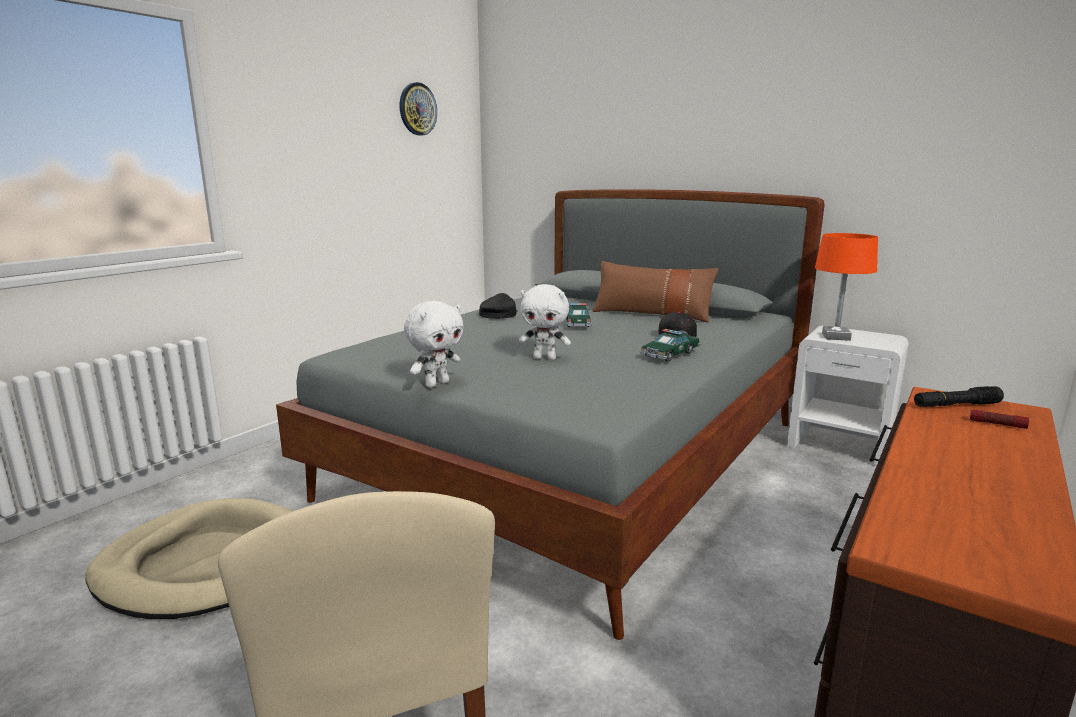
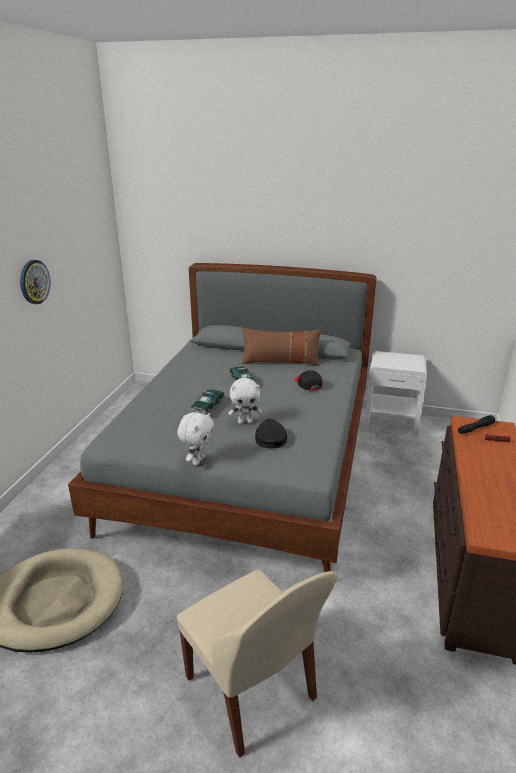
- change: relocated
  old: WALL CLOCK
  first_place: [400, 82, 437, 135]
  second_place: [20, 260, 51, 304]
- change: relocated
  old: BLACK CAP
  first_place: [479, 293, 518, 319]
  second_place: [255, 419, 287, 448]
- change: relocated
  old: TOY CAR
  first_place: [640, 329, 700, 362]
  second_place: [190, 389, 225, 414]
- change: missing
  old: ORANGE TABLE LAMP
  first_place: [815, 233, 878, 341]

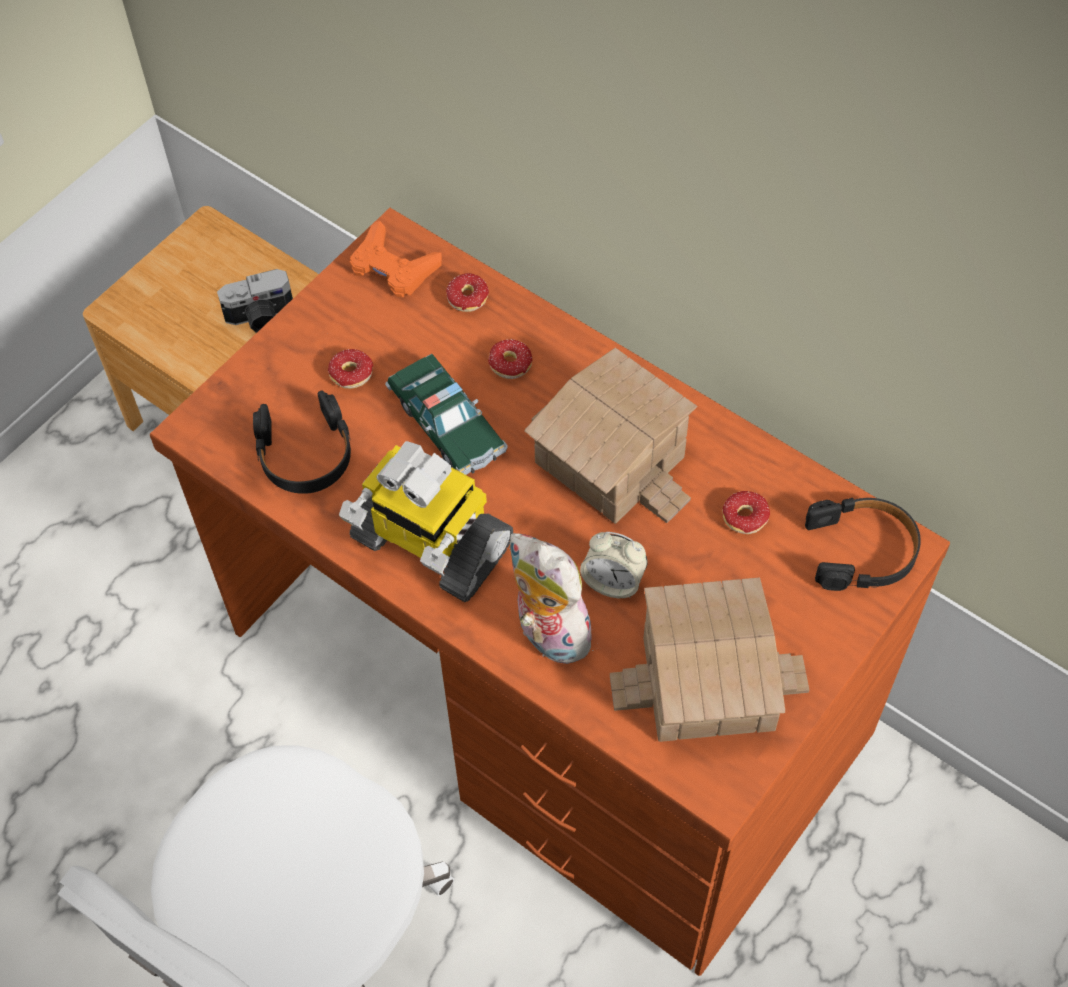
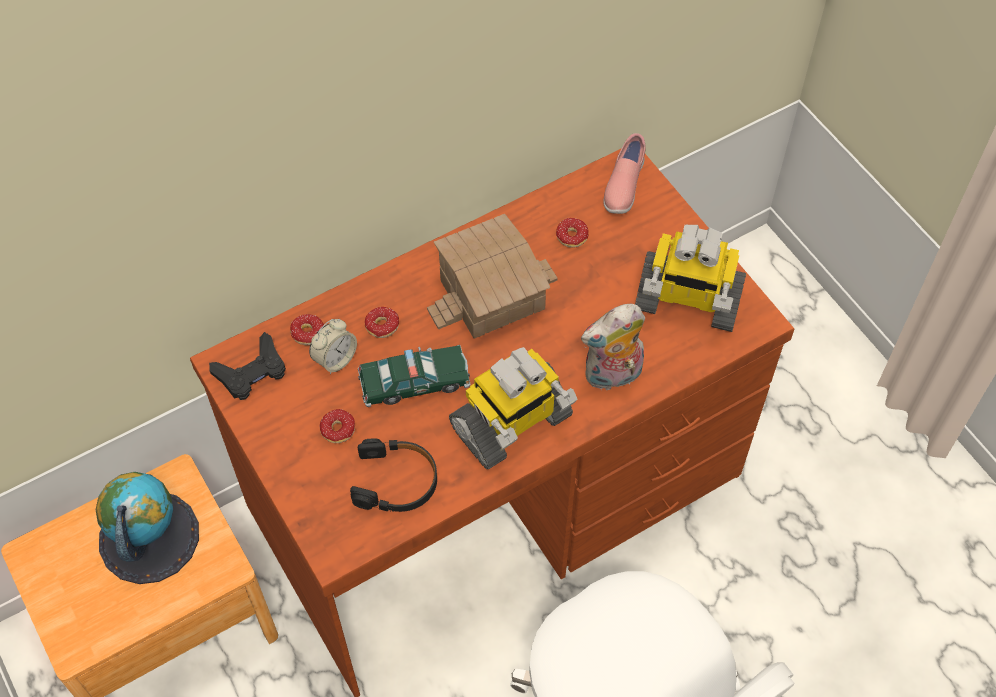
- change: exchanged
  old: PHOTO CAMERA
  new: GLOBE
  first_place: [217, 269, 293, 333]
  second_place: [96, 472, 199, 584]
- change: colour
  old: ORANGE GAME CONTROLLER
  new: BLACK GAME CONTROLLER
  first_place: [350, 221, 442, 298]
  second_place: [209, 332, 286, 400]
- change: relocated
  old: ALARM CLOCK
  first_place: [580, 532, 648, 598]
  second_place: [309, 319, 357, 374]
- change: exchanged
  old: TOY HOUSE
  new: TOY ROBOT
  first_place: [610, 578, 809, 742]
  second_place: [635, 225, 746, 332]
- change: exchanged
  old: BLACK HEADPHONES
  new: PINK SHOE
  first_place: [805, 498, 921, 591]
  second_place: [603, 133, 646, 214]

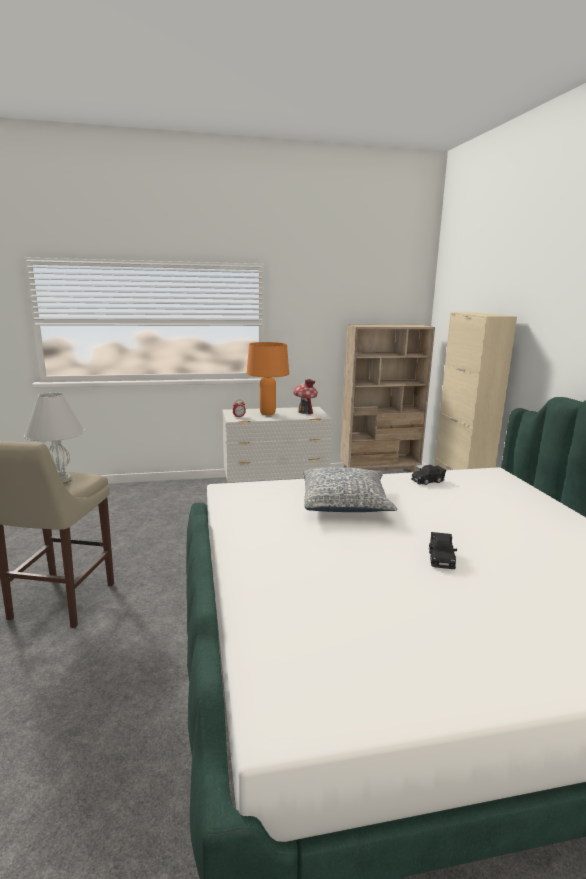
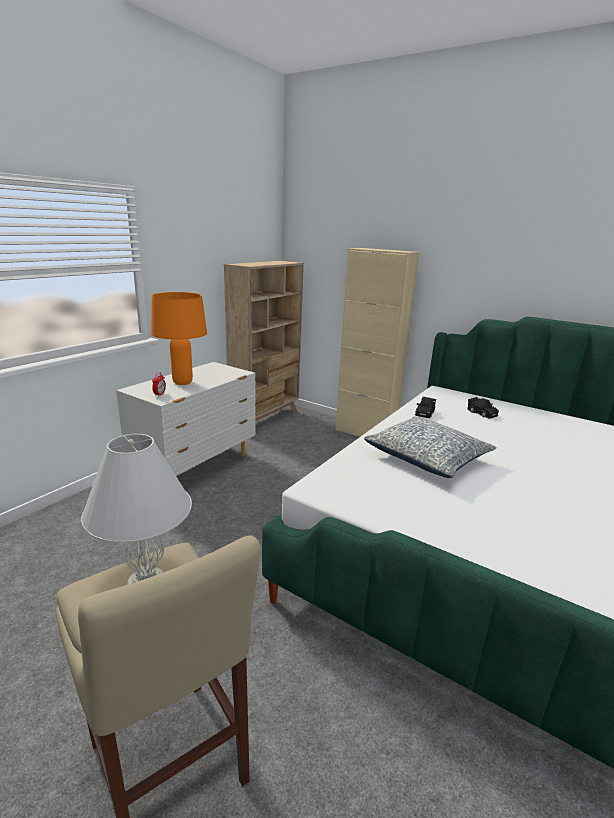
- change: missing
  old: TOY HOUSE
  first_place: [293, 379, 318, 414]
- change: relocated
  old: BLACK TOY CAR
  first_place: [429, 532, 457, 569]
  second_place: [467, 397, 499, 419]

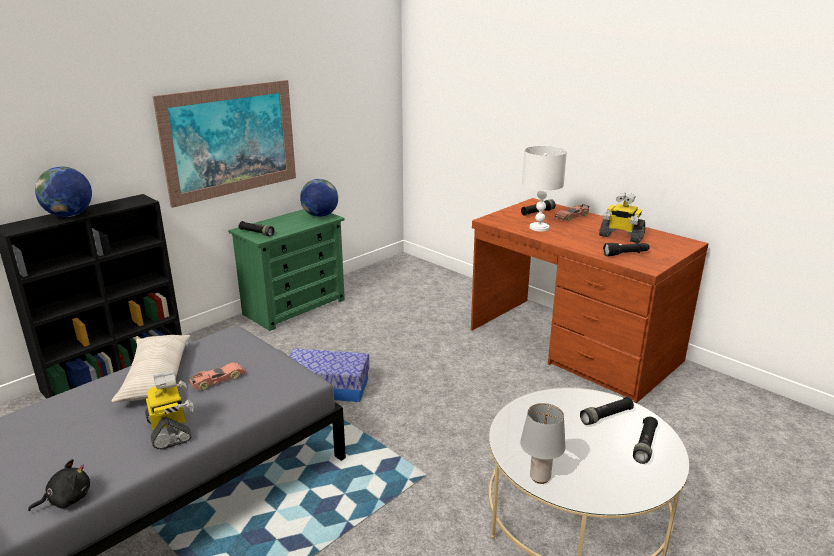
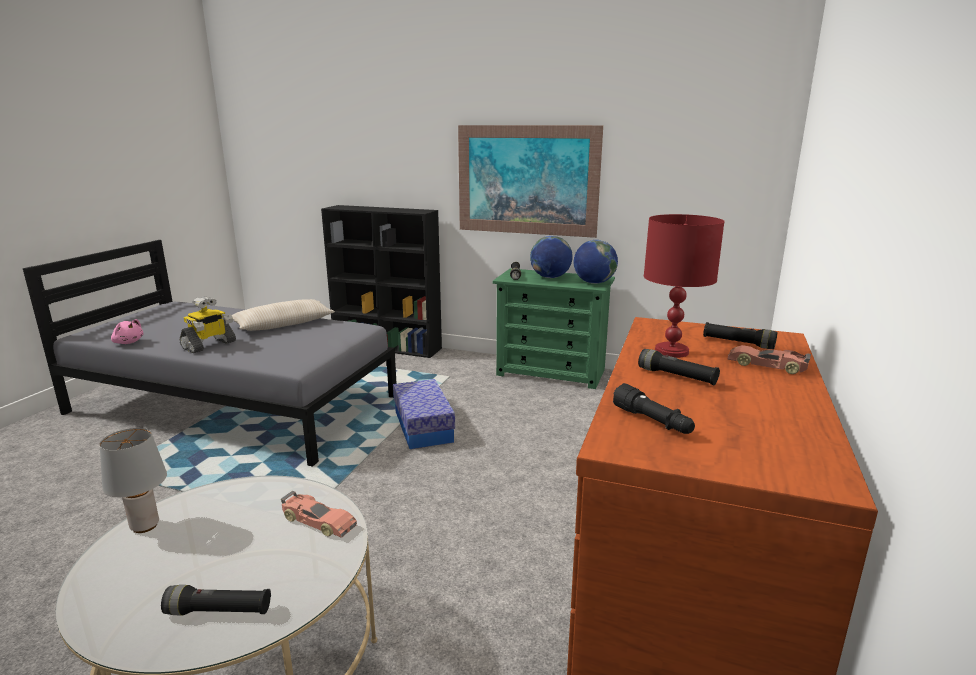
- change: colour
  old: BLACK PLUSH TOY
  new: PINK PLUSH TOY
  first_place: [28, 459, 90, 511]
  second_place: [111, 319, 143, 344]
- change: relocated
  old: GLOBE
  first_place: [35, 167, 92, 217]
  second_place: [530, 236, 573, 278]
- change: relocated
  old: TOY CAR
  first_place: [188, 363, 246, 390]
  second_place: [281, 491, 357, 538]
- change: colour
  old: WHITE TABLE LAMP
  new: RED TABLE LAMP
  first_place: [522, 146, 567, 231]
  second_place: [644, 214, 725, 358]
- change: relocated
  old: BLACK FLASHLIGHT
  first_place: [580, 397, 634, 425]
  second_place: [638, 349, 720, 385]
- change: missing
  old: TOY ROBOT
  first_place: [599, 193, 645, 243]

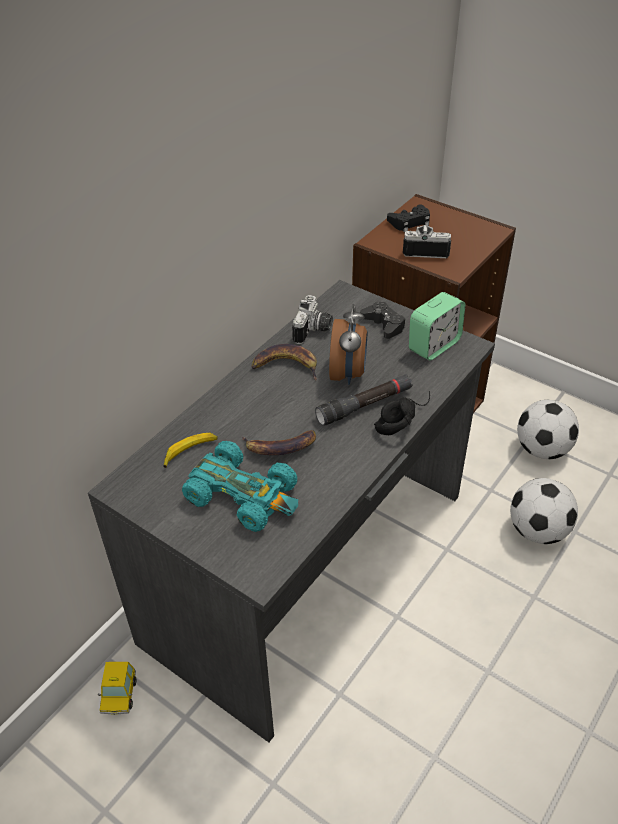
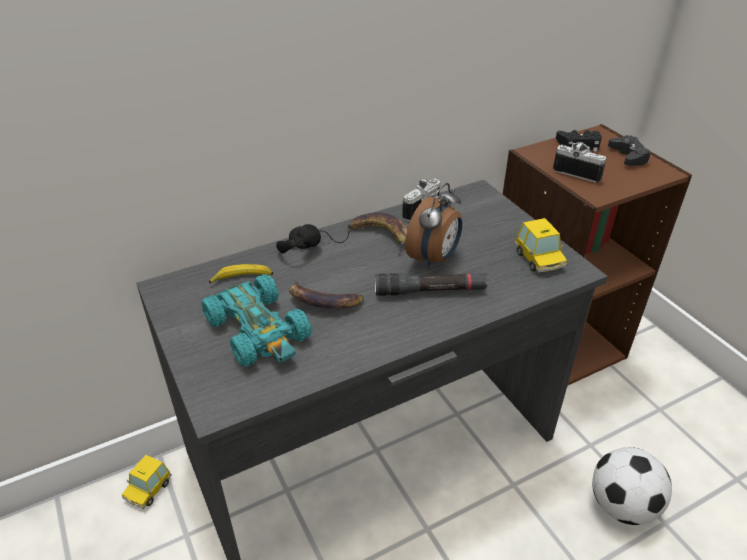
- change: relocated
  old: BLACK GAME CONTROLLER
  first_place: [360, 302, 405, 339]
  second_place: [608, 135, 651, 166]
- change: relocated
  old: BLACK HEADPHONES
  first_place: [374, 391, 430, 435]
  second_place: [276, 224, 349, 254]
- change: exchanged
  old: ALARM CLOCK
  new: TOY CAR
  first_place: [409, 292, 465, 361]
  second_place: [515, 218, 567, 273]
- change: missing
  old: FOOTBALL
  first_place: [517, 400, 579, 459]

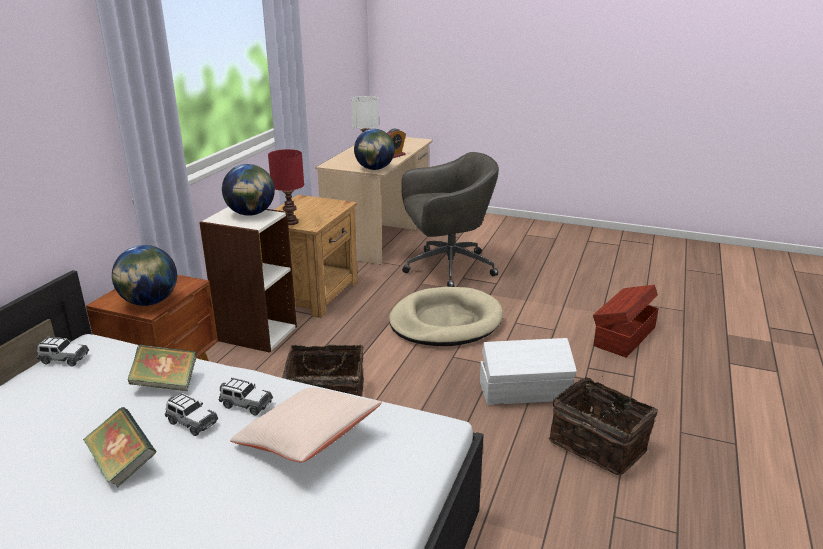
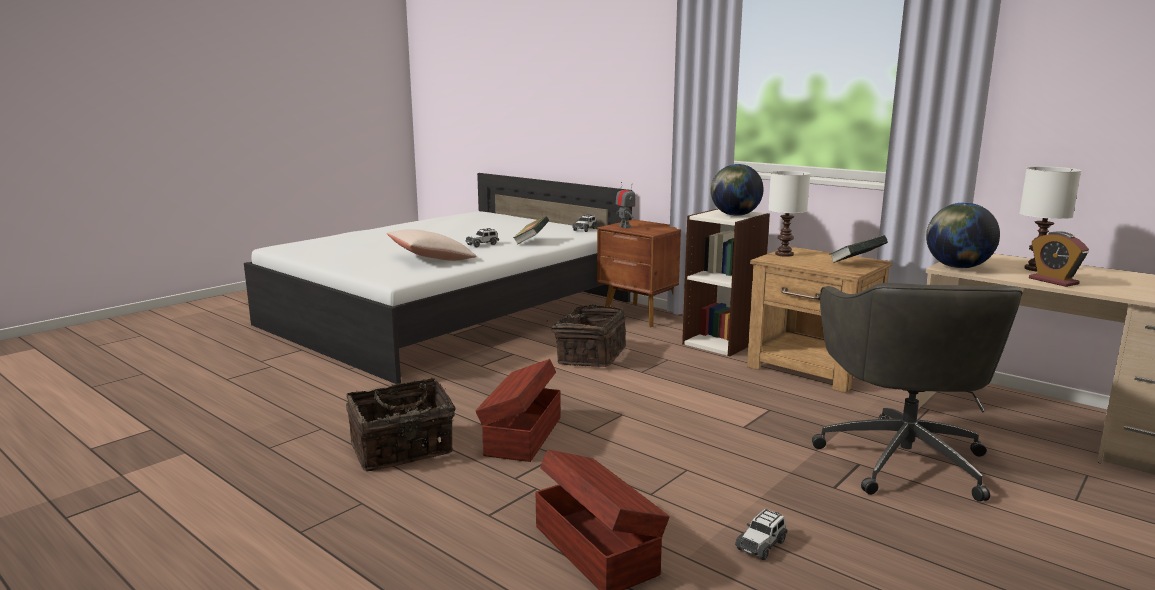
- change: relocated
  old: BOOK
  first_place: [83, 407, 157, 487]
  second_place: [829, 235, 888, 263]
- change: exchanged
  old: GLOBE
  new: TOY ROBOT
  first_place: [112, 245, 177, 306]
  second_place: [616, 182, 635, 228]
- change: relocated
  old: TOY CAR
  first_place: [218, 378, 273, 416]
  second_place: [735, 509, 788, 560]
- change: colour
  old: RED TABLE LAMP
  new: WHITE TABLE LAMP
  first_place: [268, 149, 304, 225]
  second_place: [768, 171, 810, 257]
- change: missing
  old: BEIGE DOG BED
  first_place: [389, 287, 503, 346]
- change: colour
  old: WHITE STORAGE BOX
  new: BROWN STORAGE BOX
  first_place: [480, 338, 577, 405]
  second_place: [475, 359, 561, 462]

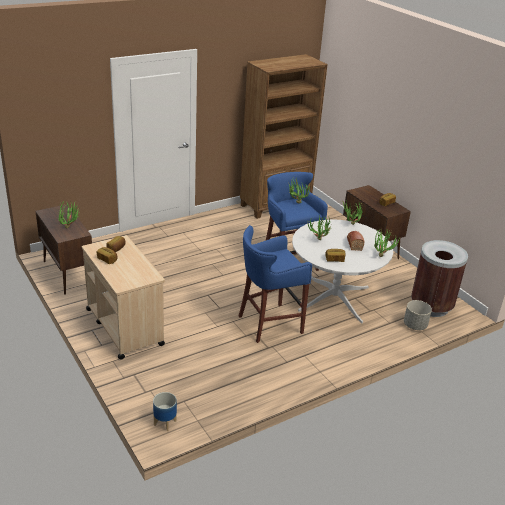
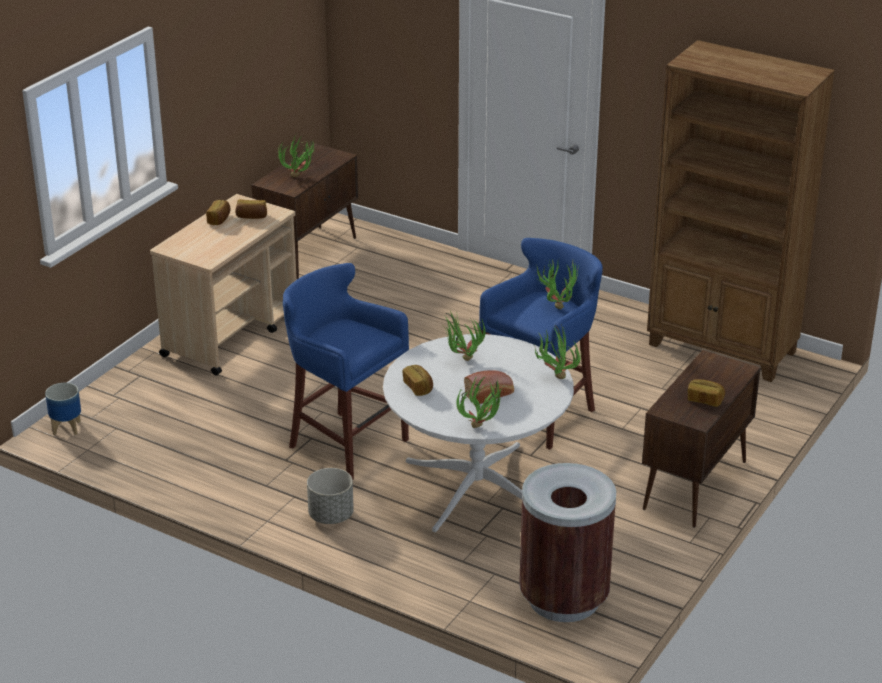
- change: relocated
  old: GREY PLANTER
  first_place: [404, 300, 432, 330]
  second_place: [307, 468, 354, 524]

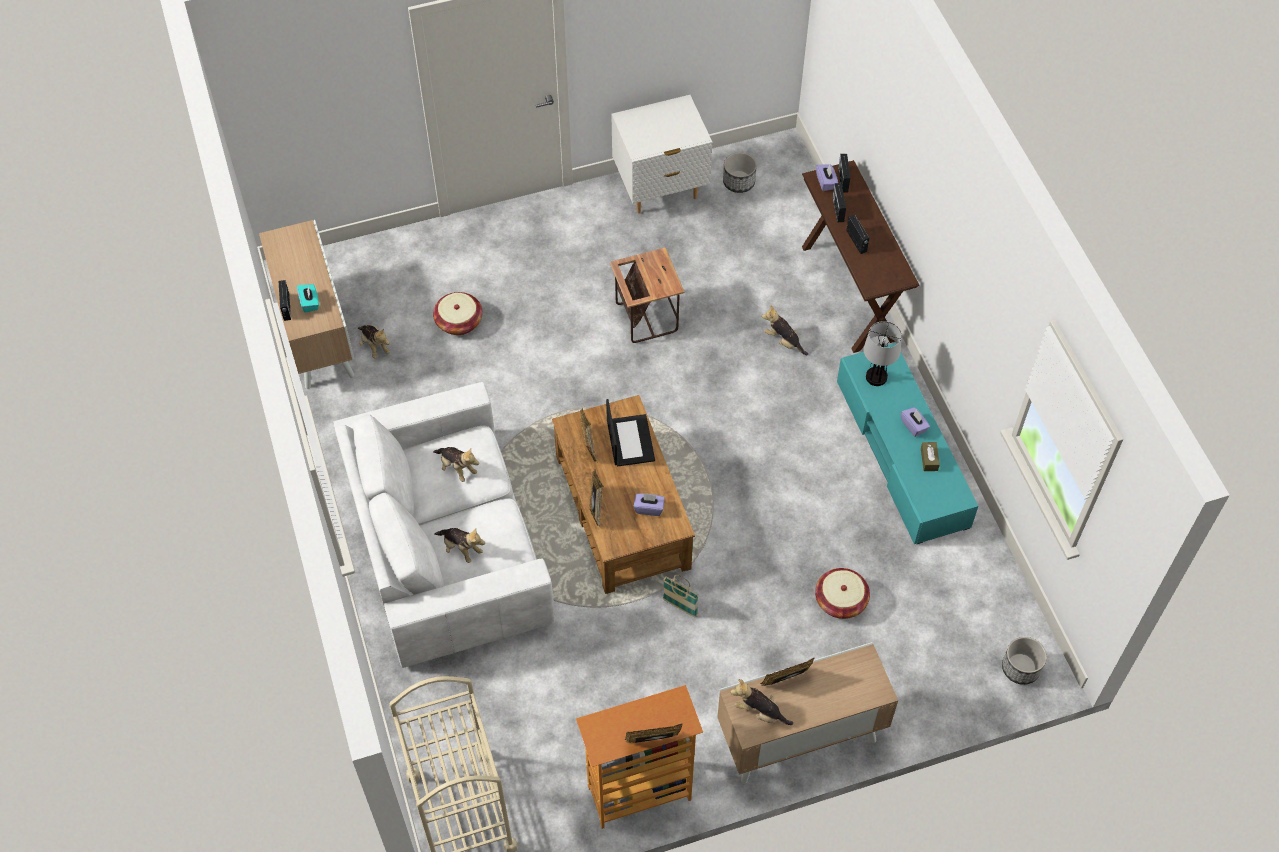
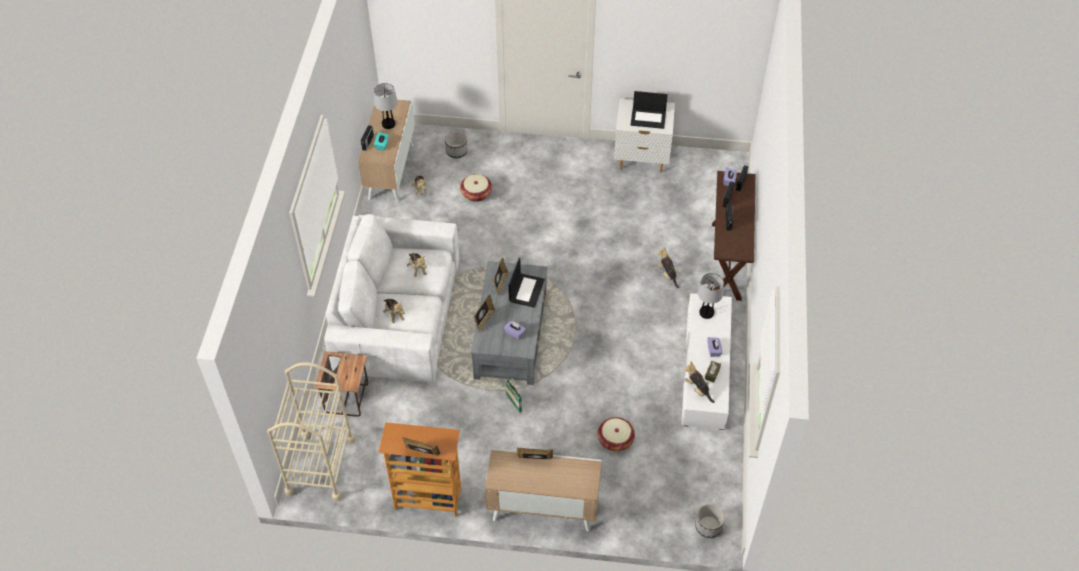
- change: colour
  old: BROWN COFFEE TABLE
  new: GREY COFFEE TABLE
  first_place: [552, 395, 695, 594]
  second_place: [471, 261, 548, 385]
- change: relocated
  old: SIDE TABLE
  first_place: [610, 248, 685, 343]
  second_place: [314, 351, 368, 417]
- change: relocated
  old: PLANTER
  first_place: [723, 152, 757, 193]
  second_place: [445, 131, 467, 158]
- change: relocated
  old: PLUSH TOY
  first_place: [730, 679, 793, 725]
  second_place: [683, 361, 715, 403]
- change: colour
  old: TURQUOISE TV STAND
  new: WHITE TV STAND
  first_place: [837, 343, 978, 544]
  second_place: [681, 293, 732, 430]
- change: appeared
  new: TABLE LAMP
  second_place: [374, 83, 398, 129]
- change: appeared
  new: LAPTOP
  second_place: [631, 91, 668, 129]

